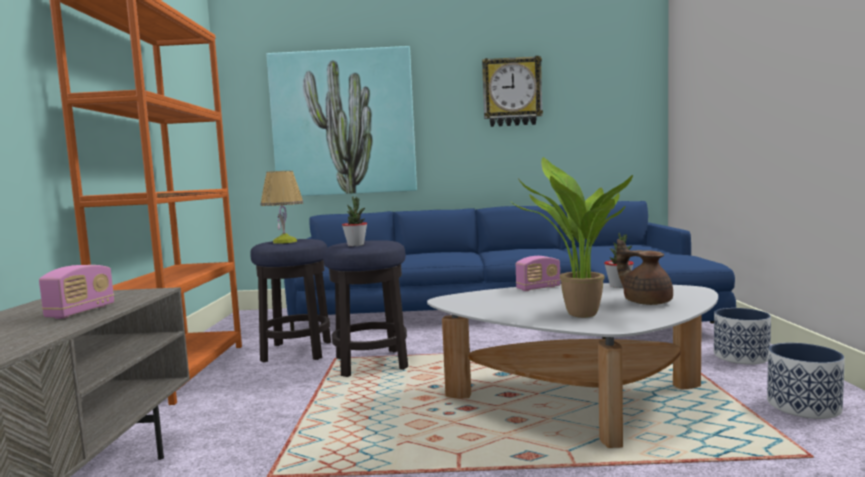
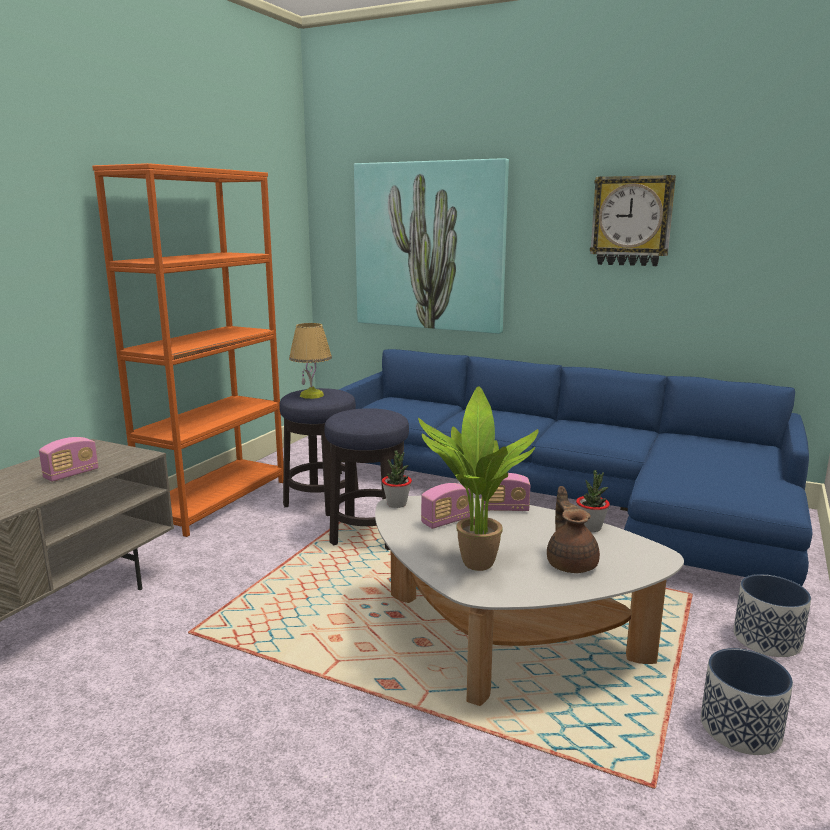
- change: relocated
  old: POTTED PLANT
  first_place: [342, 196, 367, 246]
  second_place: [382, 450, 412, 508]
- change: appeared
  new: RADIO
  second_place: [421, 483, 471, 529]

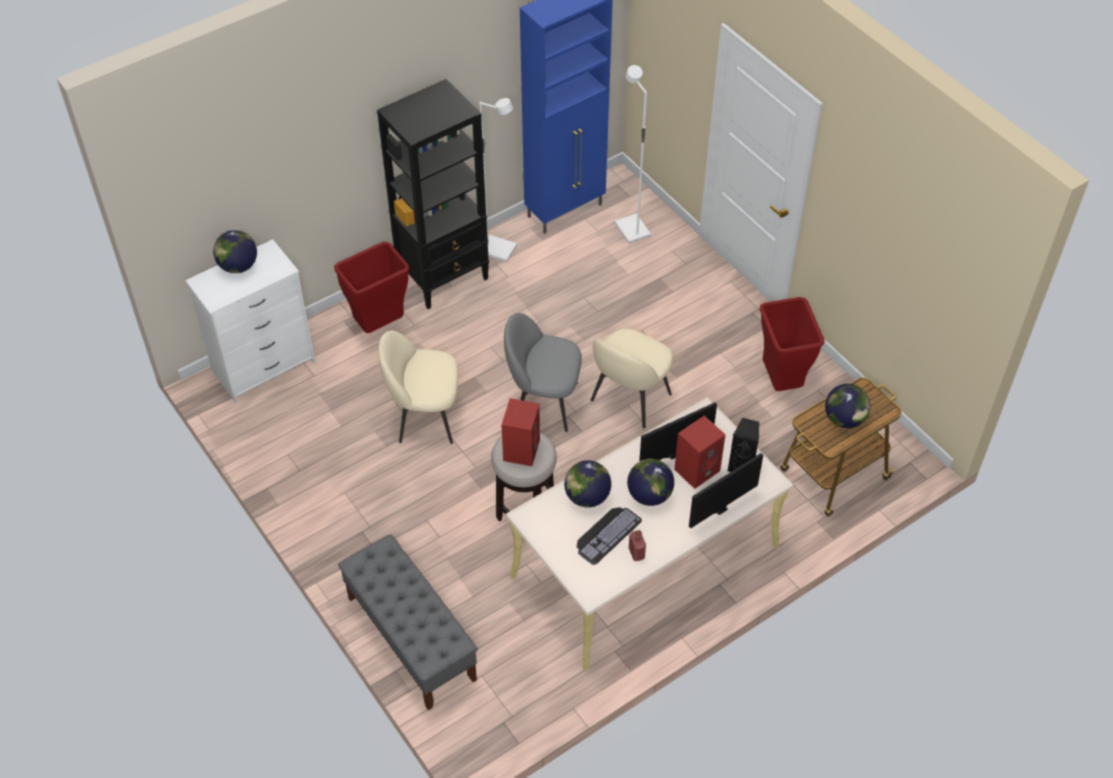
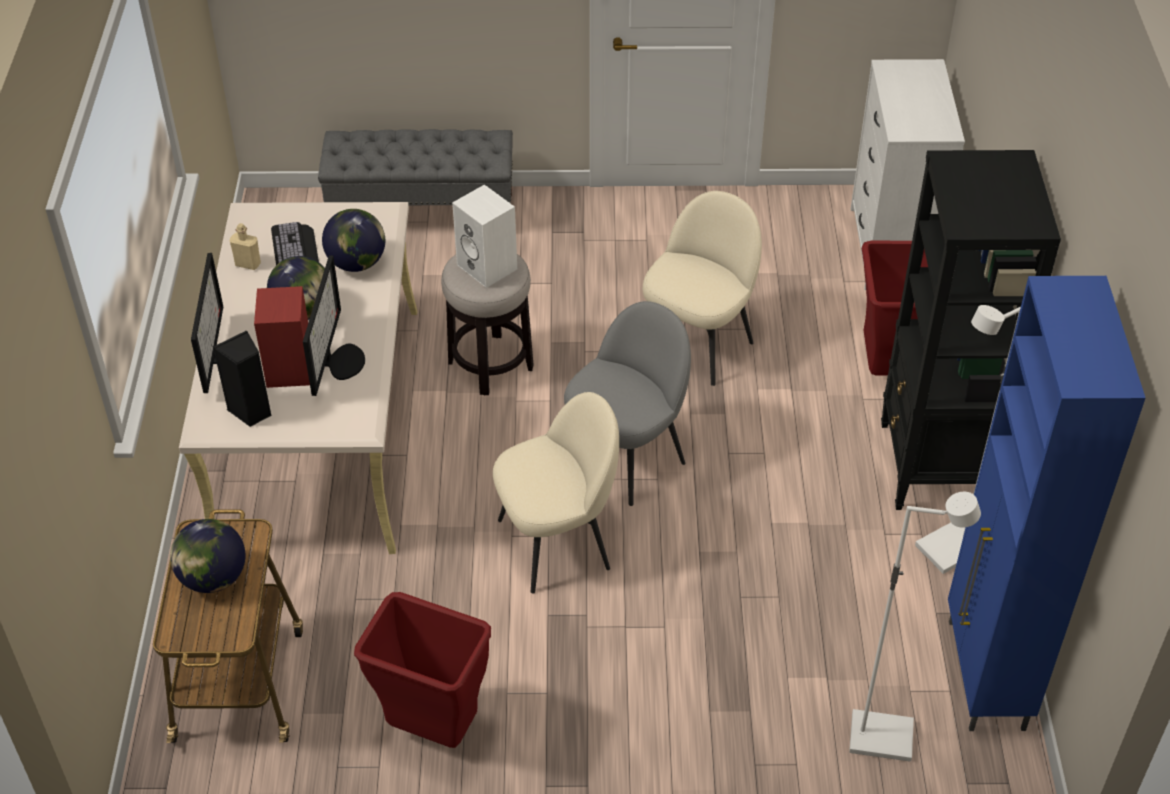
- change: missing
  old: GLOBE
  first_place: [213, 230, 257, 273]
- change: colour
  old: RED SPEAKER
  new: WHITE SPEAKER
  first_place: [501, 398, 540, 466]
  second_place: [452, 184, 517, 288]
- change: spun
  old: BEIGE CHAIR
  first_place: [591, 328, 673, 428]
  second_place: [493, 392, 619, 594]
  degrees: 90
- change: colour
  old: RED BOTTLE
  new: BEIGE BOTTLE
  first_place: [629, 530, 646, 561]
  second_place: [230, 223, 261, 270]

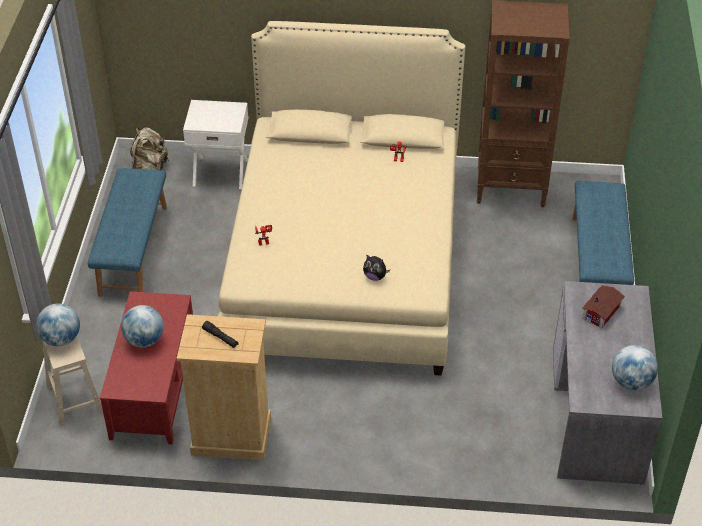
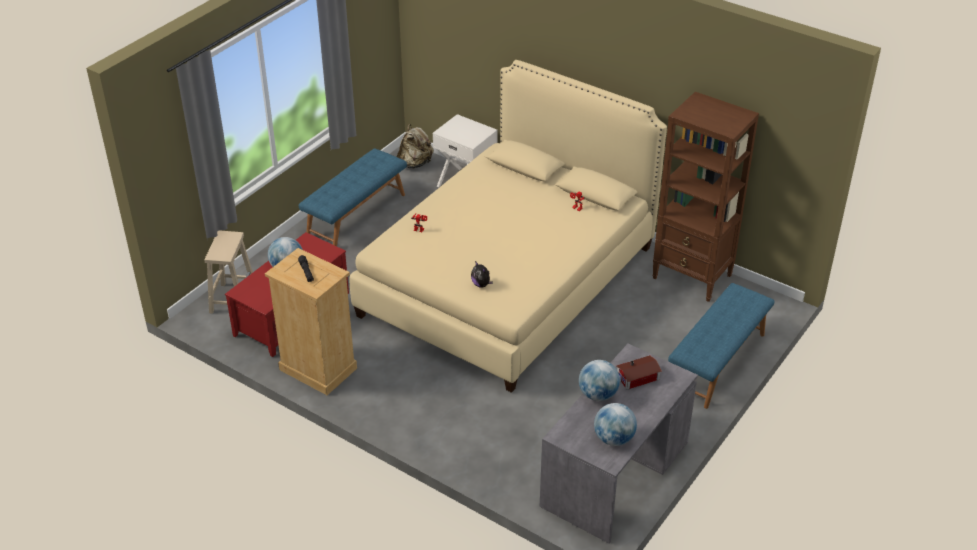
- change: relocated
  old: GLOBE
  first_place: [36, 303, 80, 346]
  second_place: [579, 360, 620, 401]

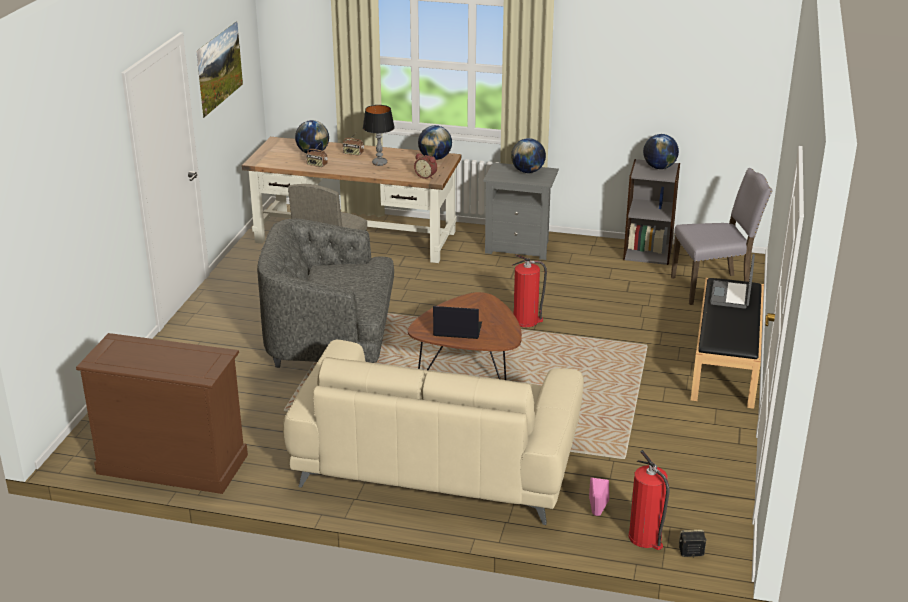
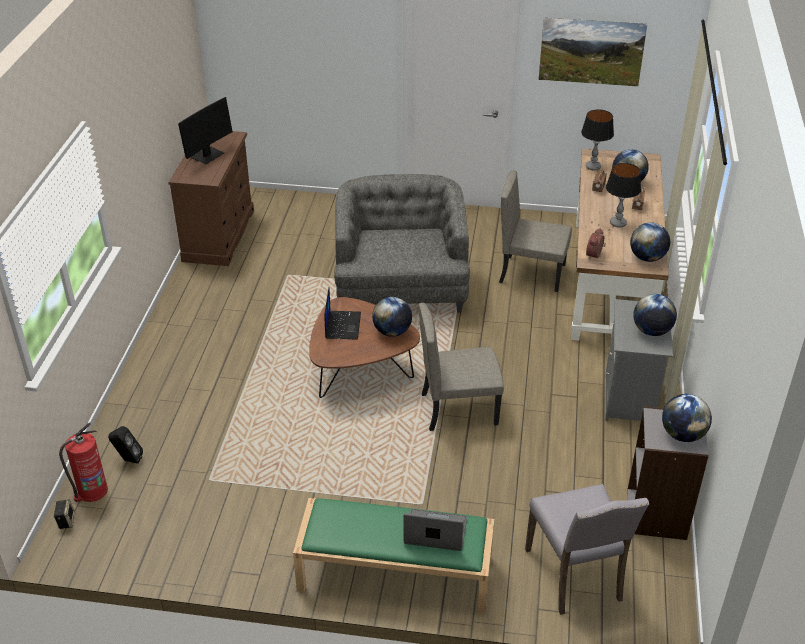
- change: missing
  old: BEIGE SOFA
  first_place: [283, 340, 584, 525]
- change: exchanged
  old: FIRE EXTINGUISHER
  new: BEIGE CHAIR
  first_place: [512, 254, 547, 327]
  second_place: [418, 303, 504, 431]
- change: colour
  old: PINK SPEAKER
  new: BLACK SPEAKER
  first_place: [589, 478, 609, 516]
  second_place: [108, 426, 143, 464]
- change: colour
  old: BLACK BENCH
  new: GREEN BENCH
  first_place: [691, 278, 764, 409]
  second_place: [293, 498, 495, 614]
- change: appeared
  new: MONITOR
  second_place: [178, 97, 233, 164]
- change: appeared
  new: GLOBE
  second_place: [372, 297, 412, 337]
- change: appeared
  new: TABLE LAMP
  second_place: [581, 109, 614, 171]

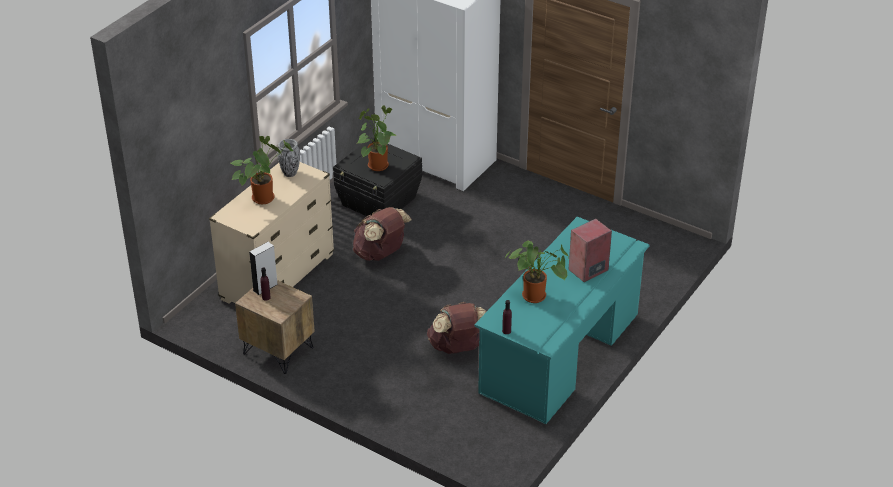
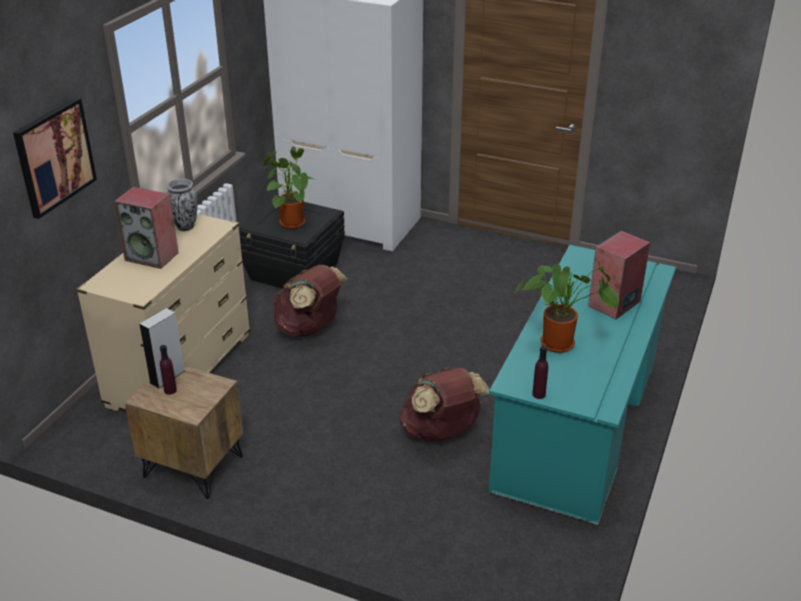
- change: exchanged
  old: POTTED PLANT
  new: SPEAKER
  first_place: [231, 136, 293, 204]
  second_place: [114, 187, 179, 269]
- change: appeared
  new: PICTURE
  second_place: [13, 98, 97, 219]

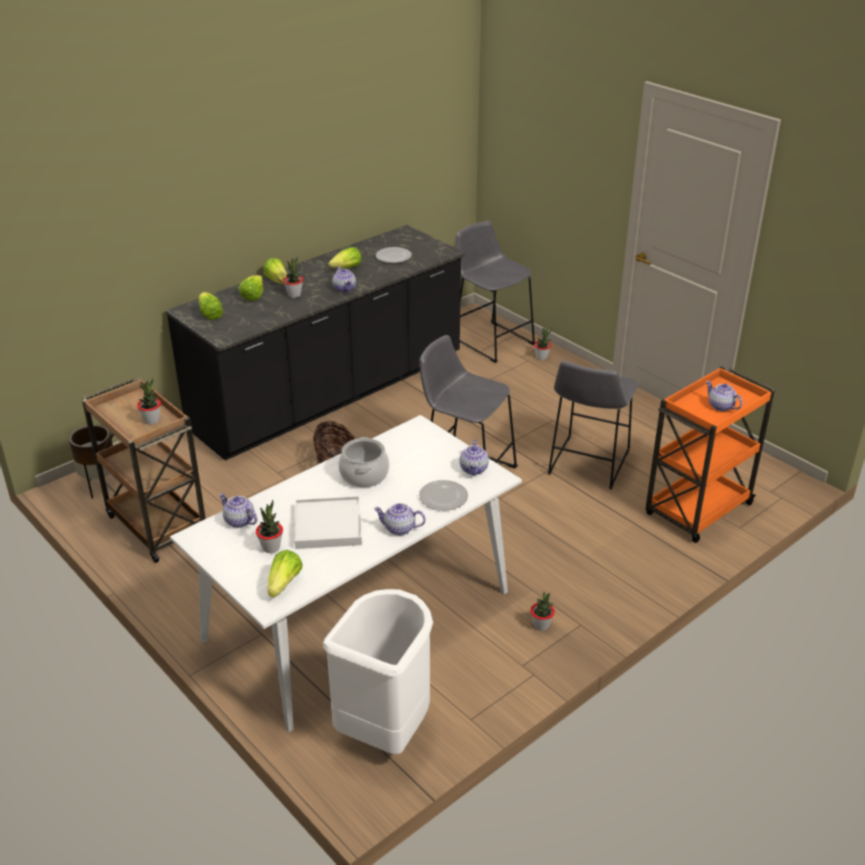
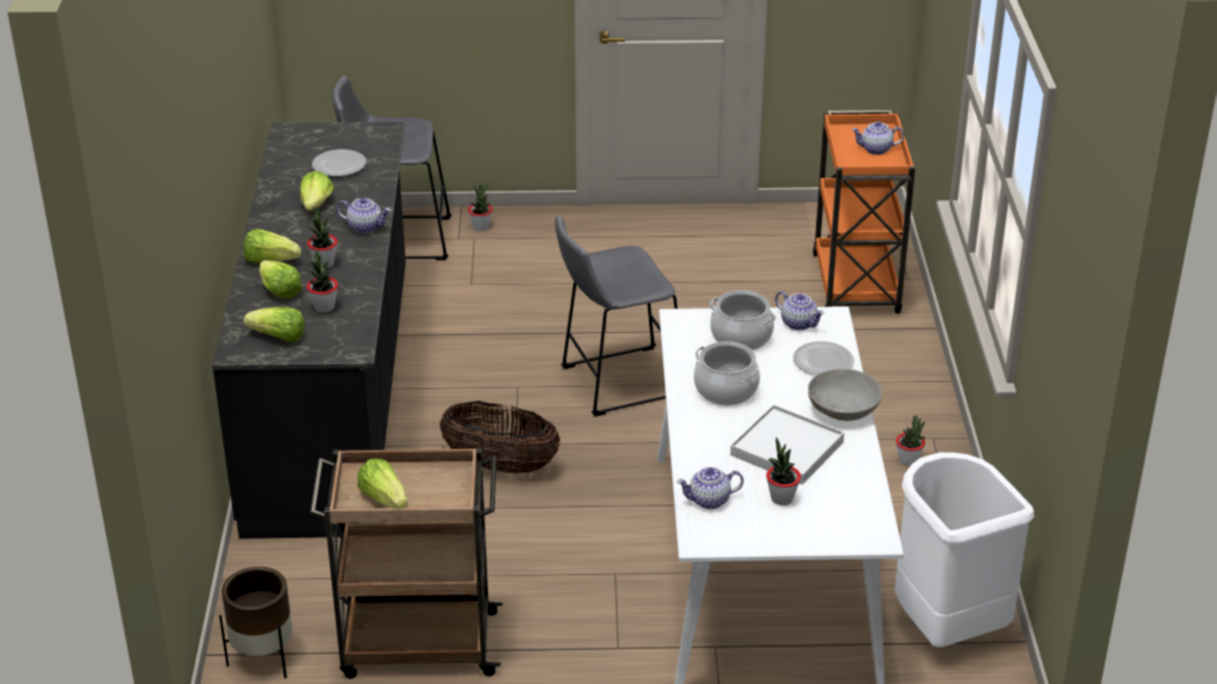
- change: relocated
  old: POTTED PLANT
  first_place: [137, 378, 161, 425]
  second_place: [306, 249, 338, 313]
- change: relocated
  old: LETTUCE
  first_place: [268, 550, 302, 597]
  second_place: [357, 458, 408, 510]
- change: exchanged
  old: TEAPOT
  new: GREY BOWL
  first_place: [374, 503, 425, 535]
  second_place: [808, 369, 882, 421]
- change: missing
  old: GREY STOOL
  first_place: [548, 361, 638, 489]
- change: appeared
  new: COOKING POT
  second_place: [710, 290, 776, 350]

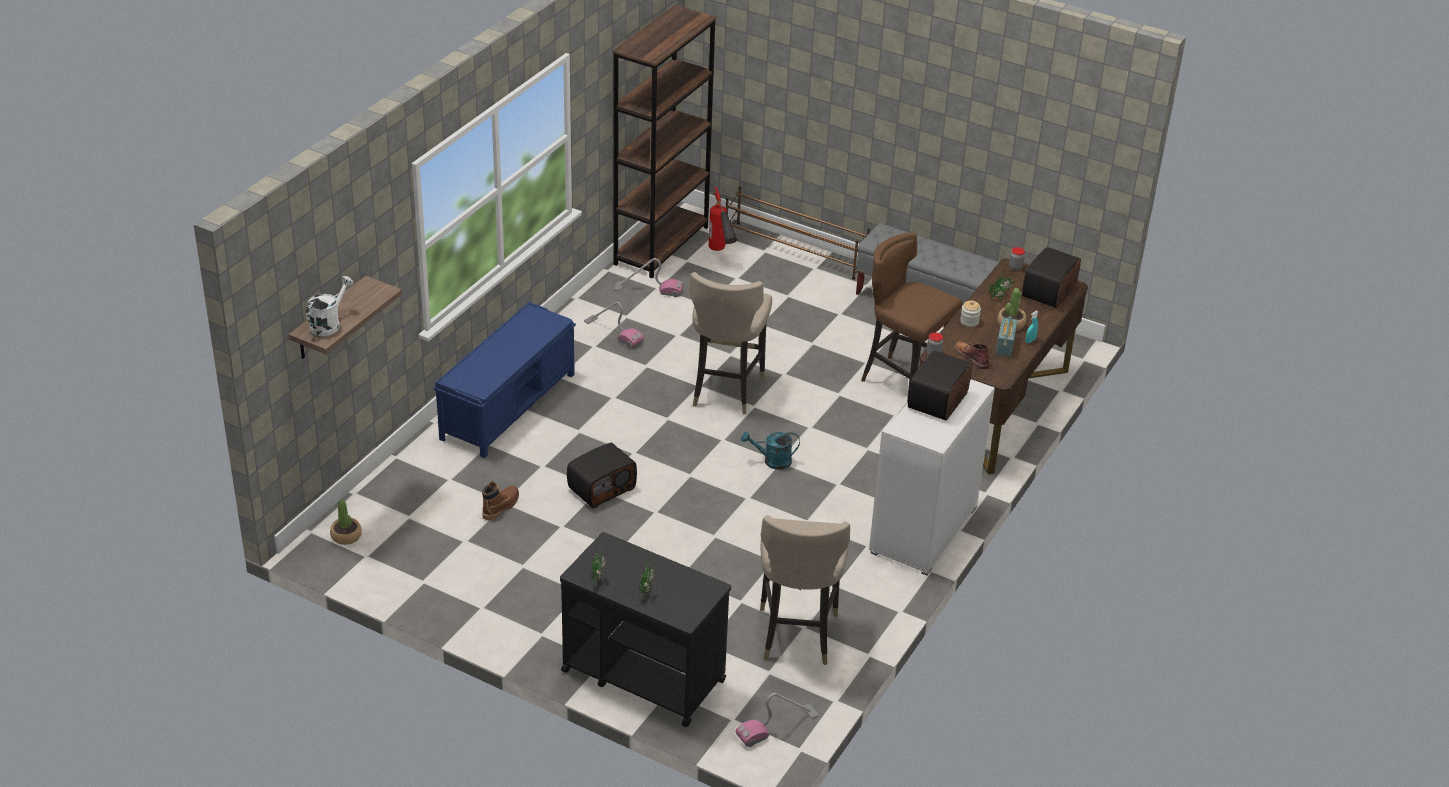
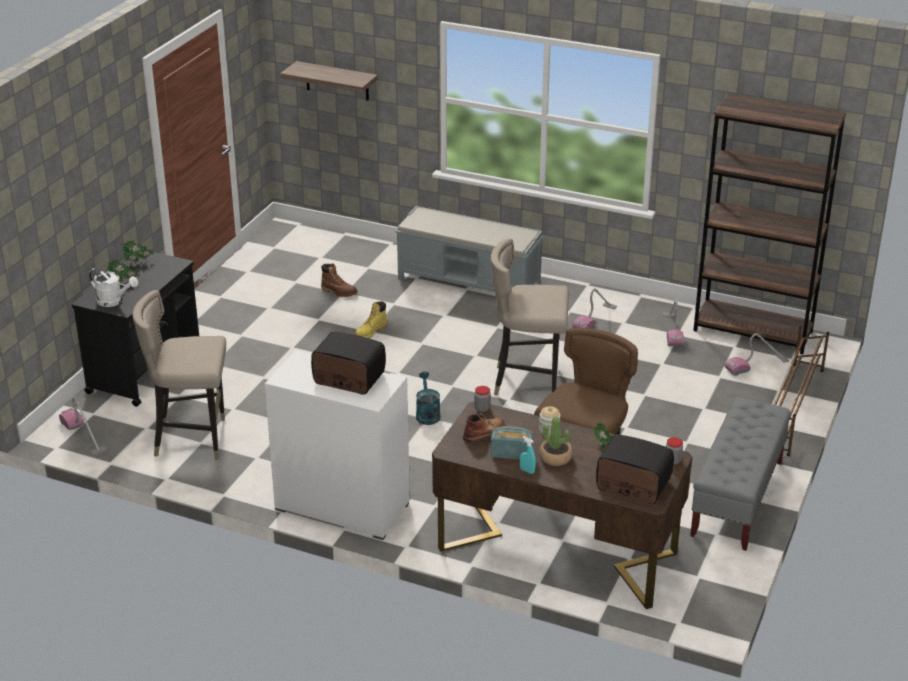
- change: relocated
  old: WHITE WATERING CAN
  first_place: [306, 276, 354, 336]
  second_place: [89, 268, 138, 307]
- change: missing
  old: POTTED PLANT
  first_place: [330, 500, 362, 545]
- change: colour
  old: BLUE BENCH
  new: GREY BENCH
  first_place: [434, 302, 576, 458]
  second_place: [395, 206, 544, 292]
- change: exchanged
  old: RADIO
  new: YELLOW BOOT
  first_place: [567, 443, 637, 508]
  second_place: [355, 301, 387, 338]
- change: exchanged
  old: FIRE EXTINGUISHER
  new: VACUUM CLEANER
  first_place: [709, 187, 738, 251]
  second_place: [724, 333, 789, 376]

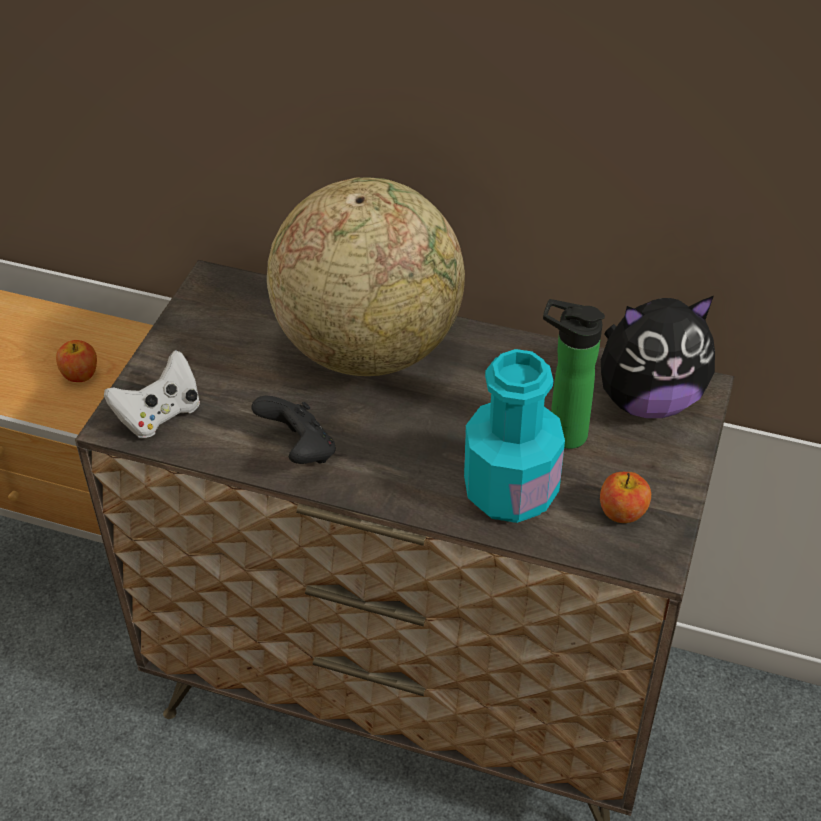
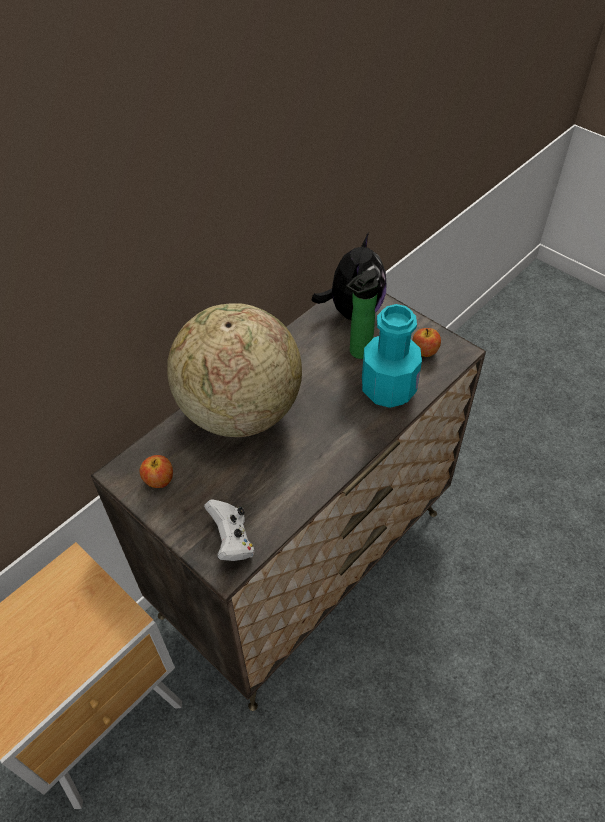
- change: relocated
  old: APPLE
  first_place: [56, 340, 97, 382]
  second_place: [140, 455, 173, 488]
- change: missing
  old: BLACK GAME CONTROLLER
  first_place: [251, 396, 336, 464]

